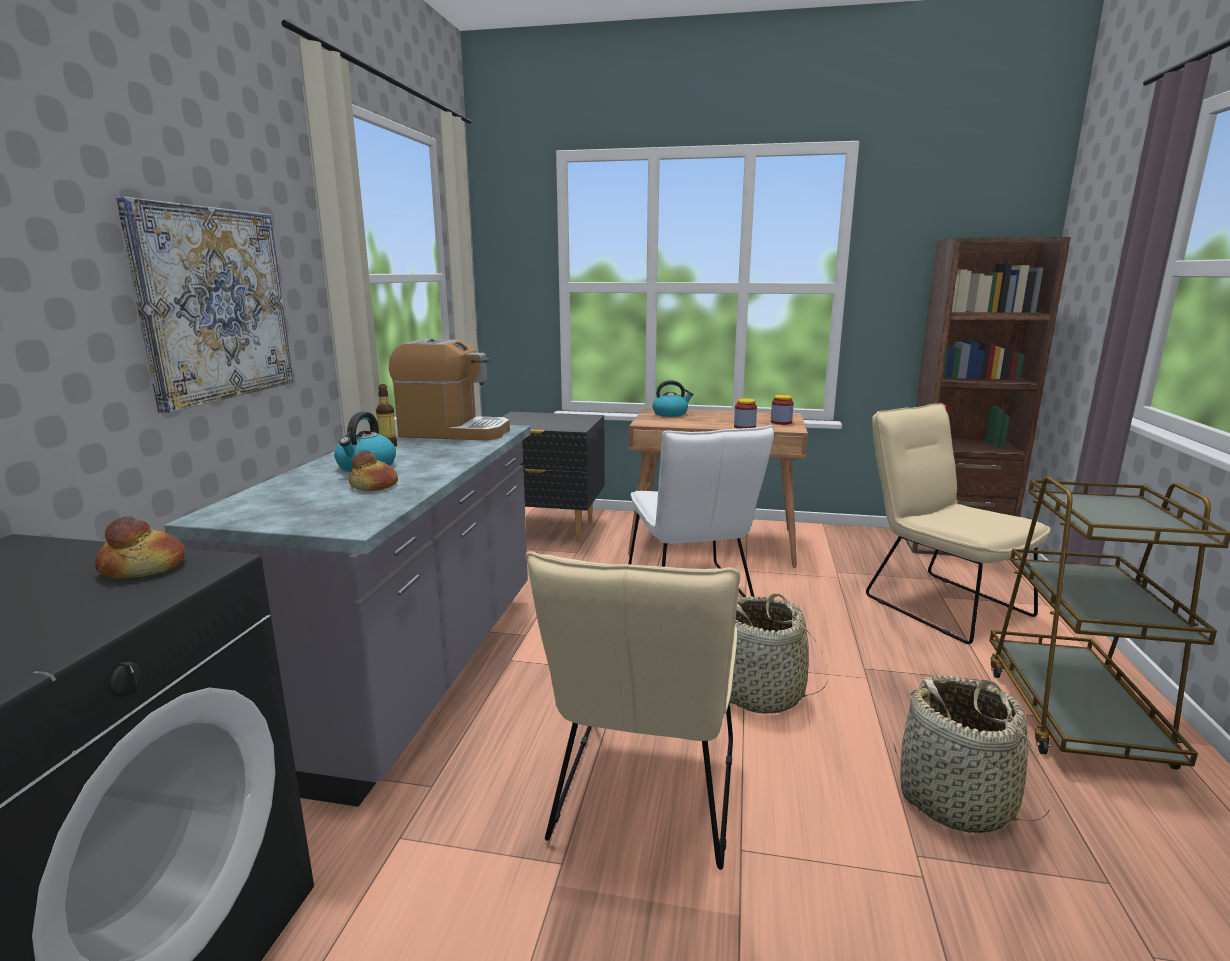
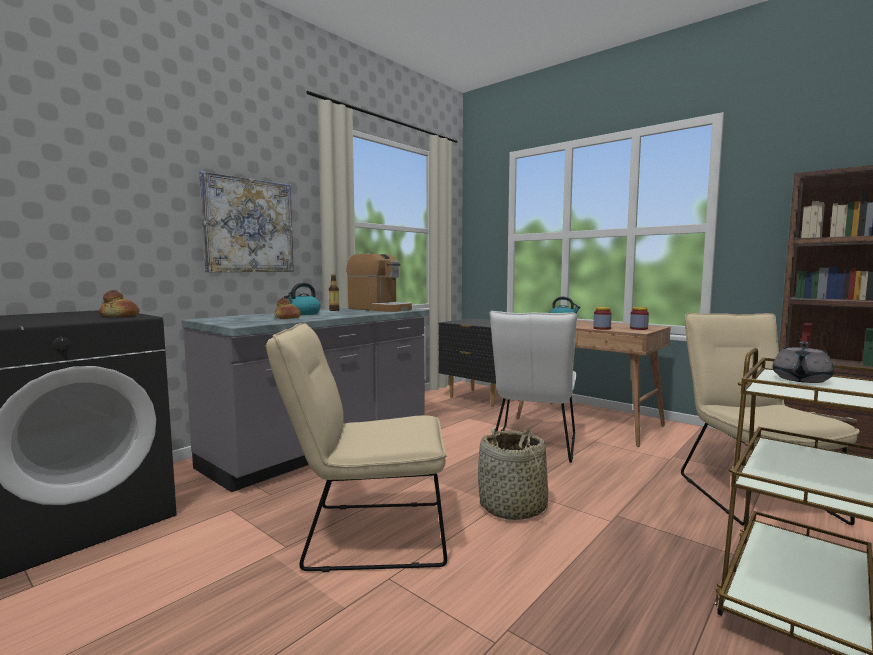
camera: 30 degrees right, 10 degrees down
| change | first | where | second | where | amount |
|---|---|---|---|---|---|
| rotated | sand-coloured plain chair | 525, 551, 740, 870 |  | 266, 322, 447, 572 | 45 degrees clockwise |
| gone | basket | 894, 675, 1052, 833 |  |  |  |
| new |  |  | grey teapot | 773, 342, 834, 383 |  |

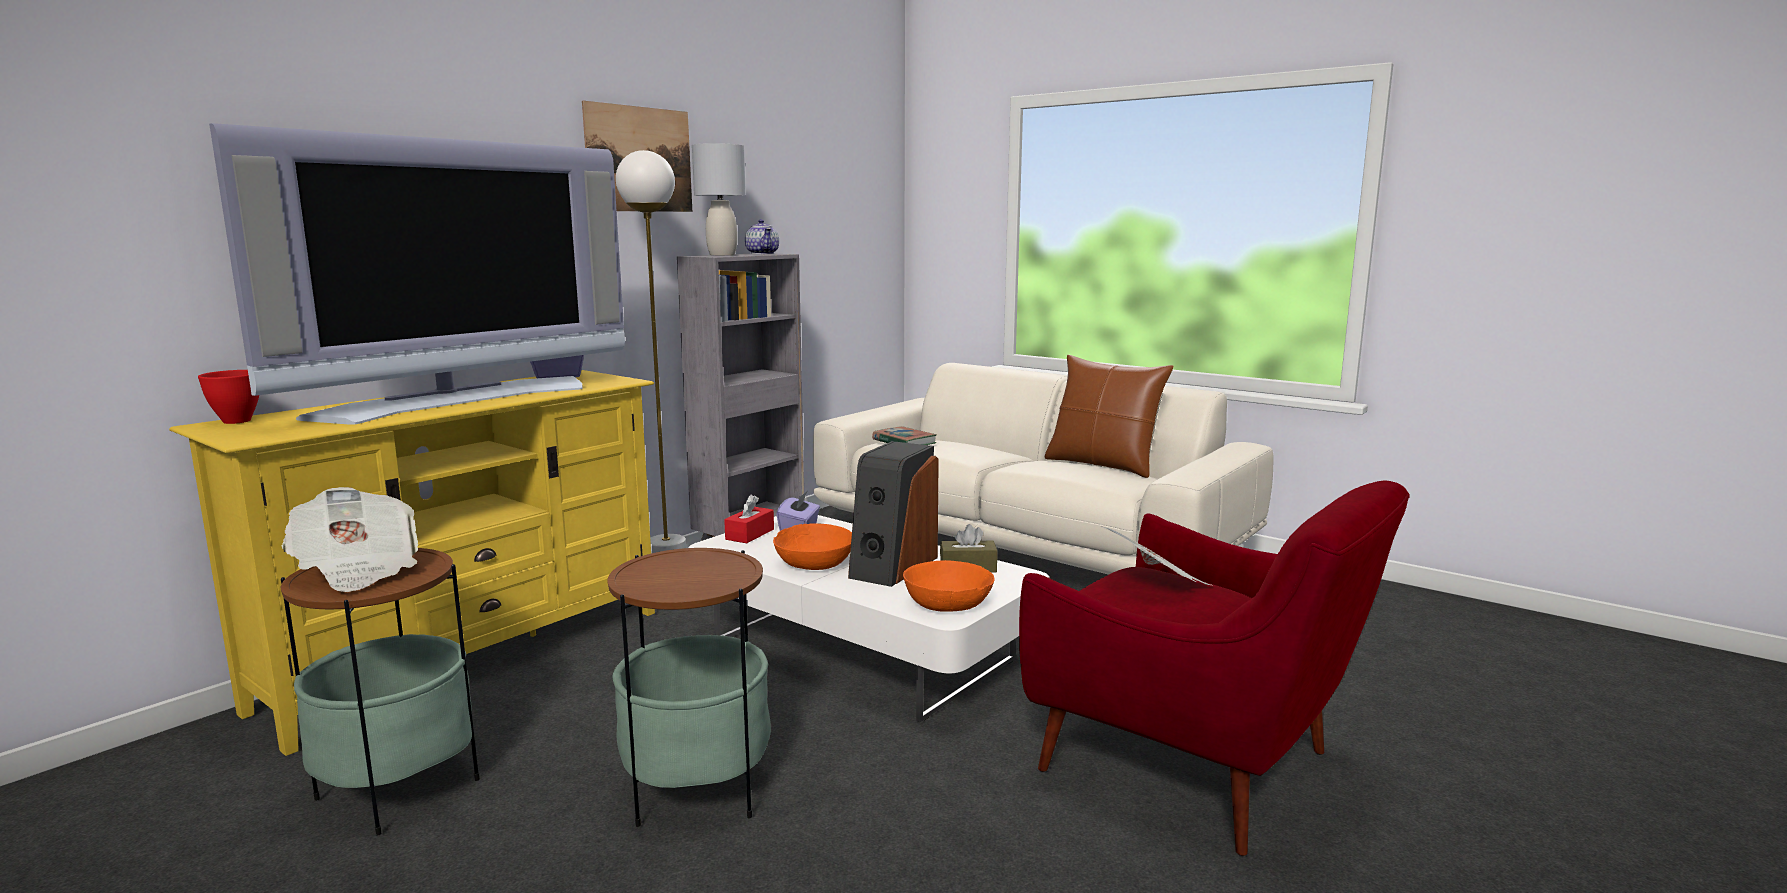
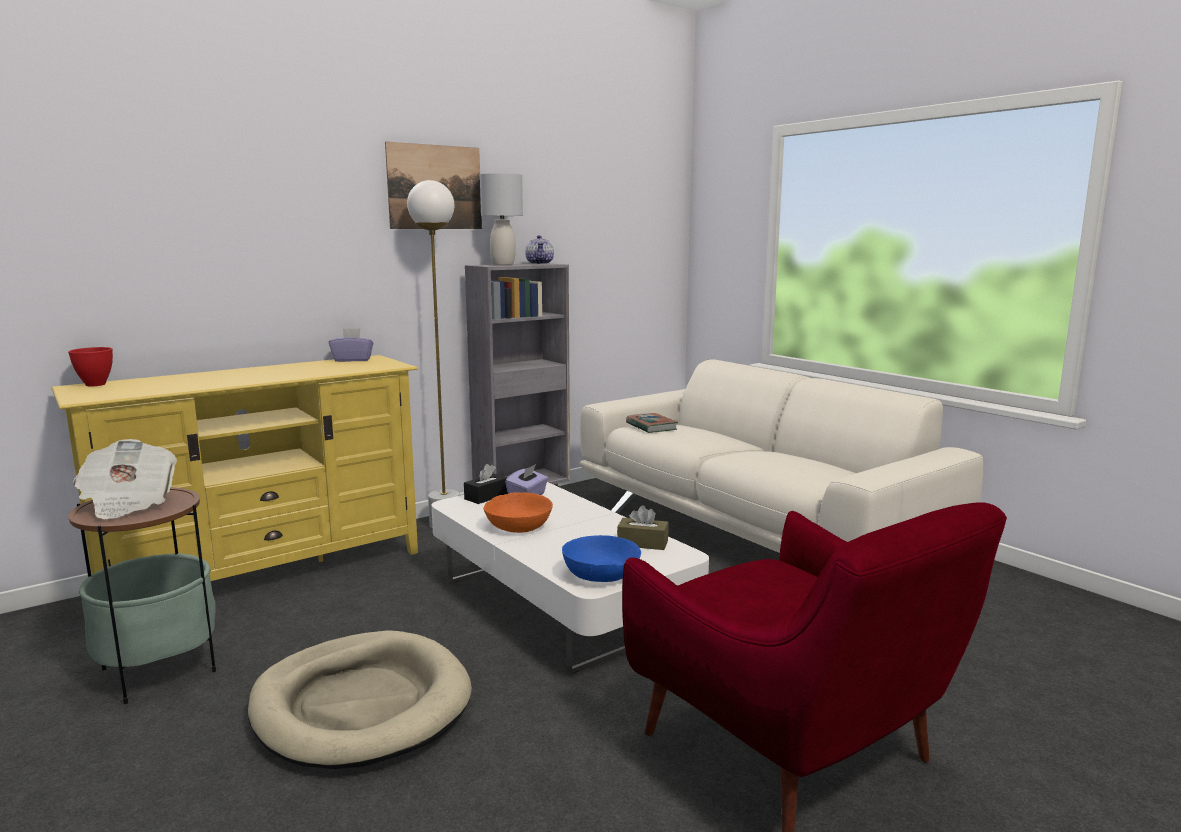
camera: 15 degrees right, 0 degrees up
| change | first | where | second | where | amount |
|---|---|---|---|---|---|
| gone | TV set | 209, 123, 625, 424 |  |  |  |
| gone | brown-coloured cushion | 1045, 355, 1174, 478 |  |  |  |
| gone | audio speaker | 848, 441, 939, 587 |  |  |  |
| repainted | reddish tissue box | 724, 494, 774, 543 | blackish tissue box | 464, 464, 508, 504 |  |
| gone | newspaper | 1102, 527, 1211, 585 |  |  |  |
| swapped | accent table | 607, 548, 771, 827 | sand-coloured dog bed | 248, 630, 472, 769 |  |
| repainted | orange-coloured bowl | 903, 560, 995, 612 | blue-coloured bowl | 562, 535, 641, 582 |  |

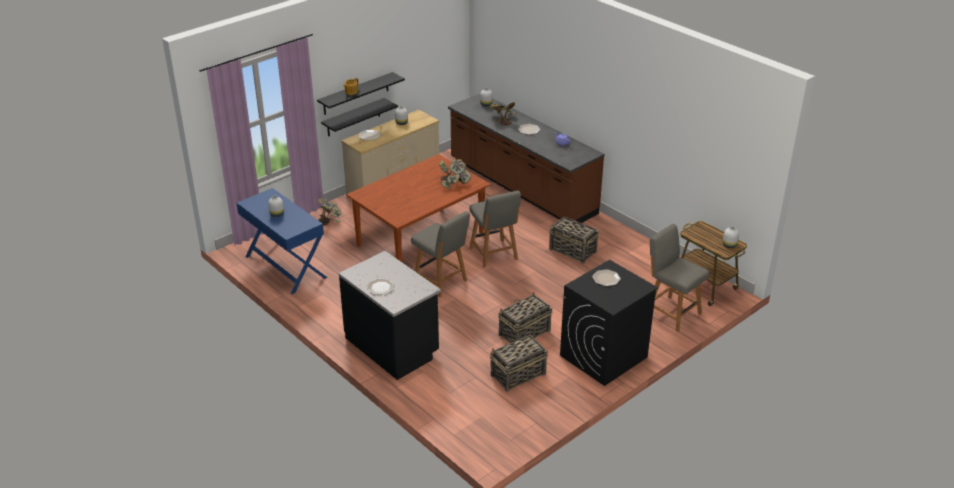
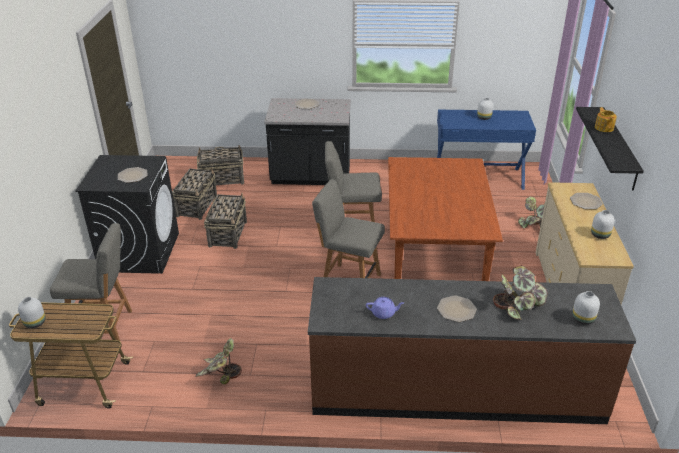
camera: 135 degrees right, 0 degrees up
| change | first | where | second | where | amount |
|---|---|---|---|---|---|
| gone | blackish shelf | 321, 98, 398, 136 |  |  |  |
| shifted | houseplant | 439, 159, 471, 189 |  | 195, 338, 242, 384 |  |
| shifted | basket | 549, 217, 599, 264 |  | 197, 145, 244, 185 |  |

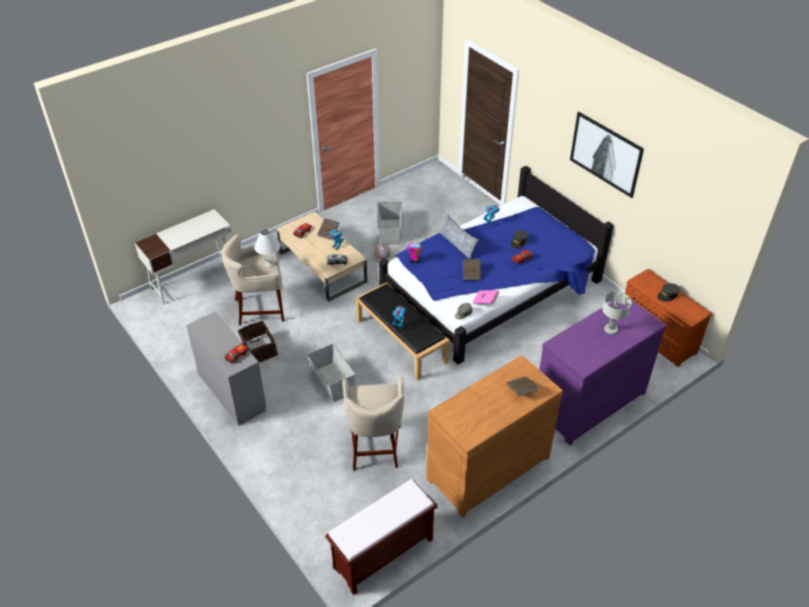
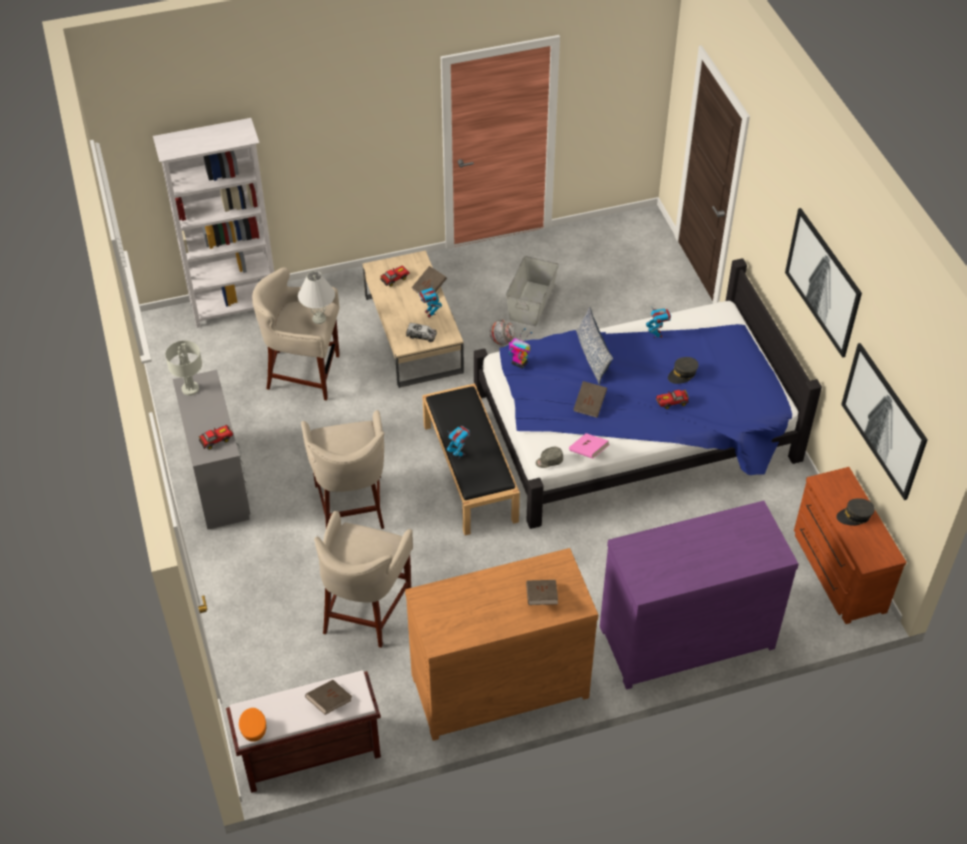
camera: 20 degrees right, 5 degrees up
| change | first | where | second | where | amount |
|---|---|---|---|---|---|
| swapped | white-coloured desk | 134, 209, 231, 305 | white-coloured bookcase | 153, 118, 274, 328 |  |
| shifted | grey table lamp | 602, 291, 632, 334 |  | 165, 340, 202, 396 |  |
| gone | basket | 238, 321, 278, 363 |  |  |  |
| swapped | grey storage bin | 308, 344, 356, 402 | sand-coloured stool seat | 301, 410, 385, 529 |  |
| new |  |  | wall picture | 841, 343, 928, 500 |  |
| new |  |  | brown-coloured book | 305, 680, 352, 715 |  |
| new |  |  | orange-coloured baseball cap | 239, 708, 267, 742 |  |

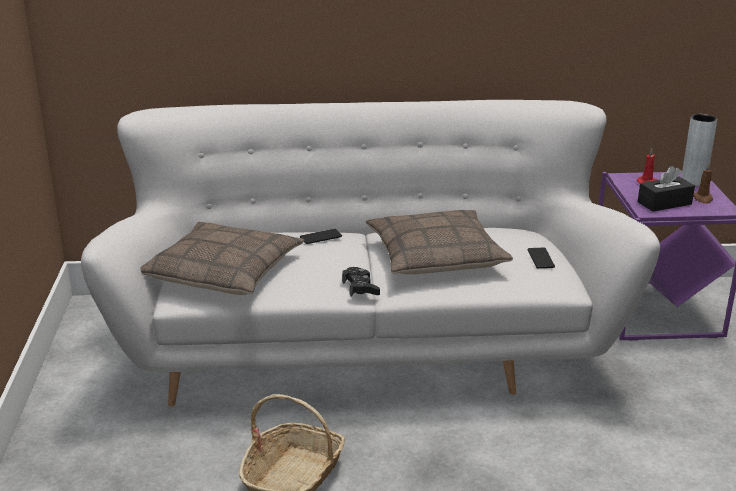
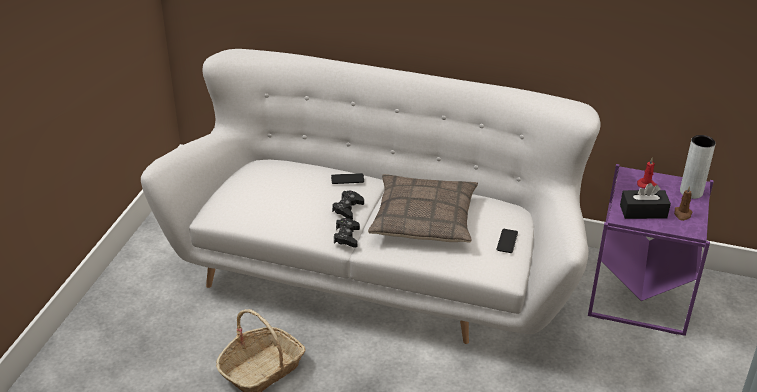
camera: 20 degrees right, 10 degrees up
| change | first | where | second | where | amount |
|---|---|---|---|---|---|
| gone | cushion | 141, 222, 304, 295 |  |  |  |
| new |  |  | blackish joypad | 332, 191, 364, 219 |  |

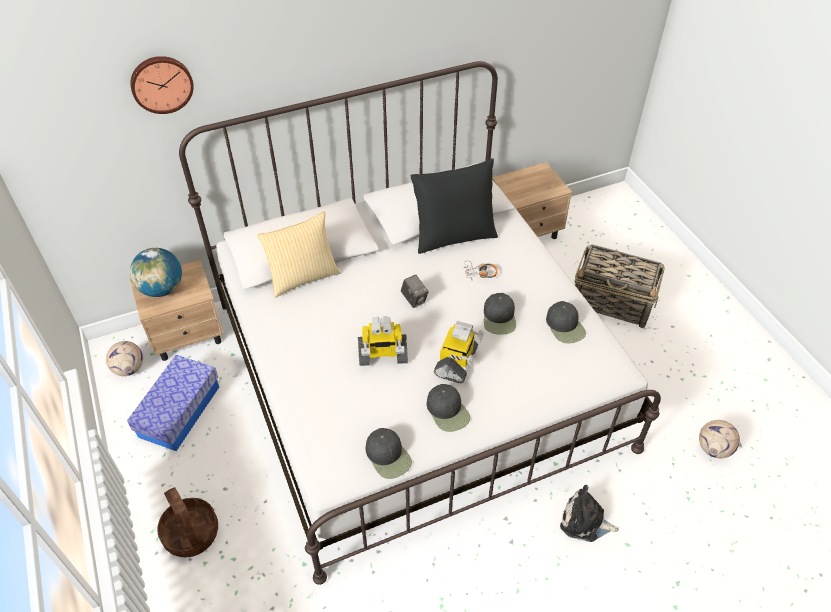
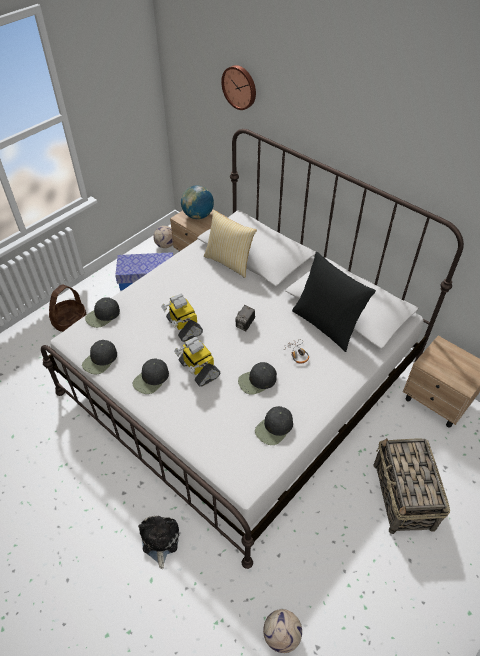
camera: 65 degrees right, 0 degrees up
| change | first | where | second | where | amount |
|---|---|---|---|---|---|
| rotated | robot figure | 434, 321, 484, 384 |  | 174, 336, 220, 387 | 60 degrees clockwise |
| new |  |  | blackish baseball cap | 85, 297, 120, 328 |  |

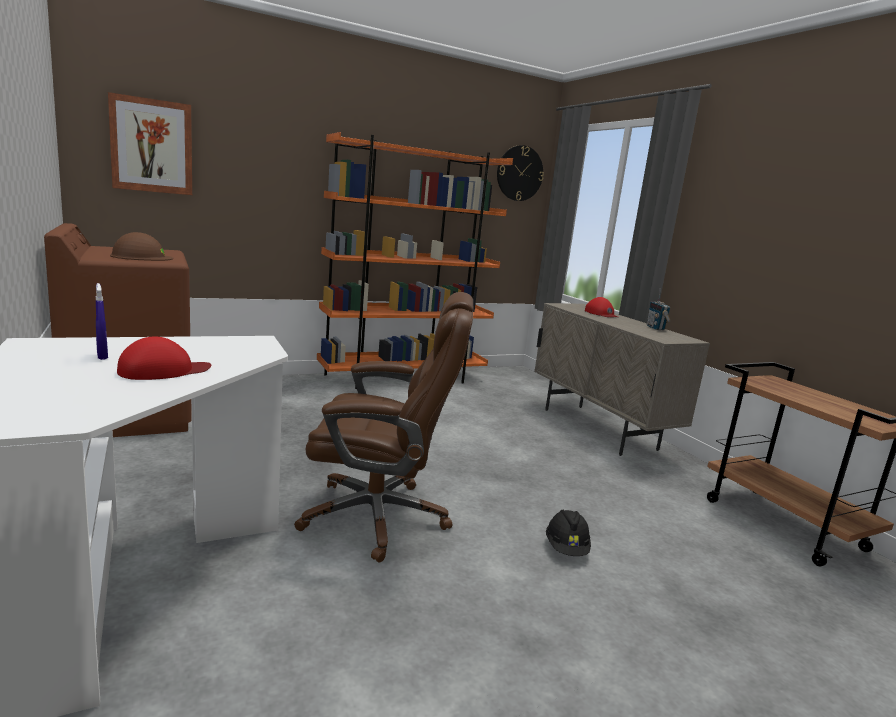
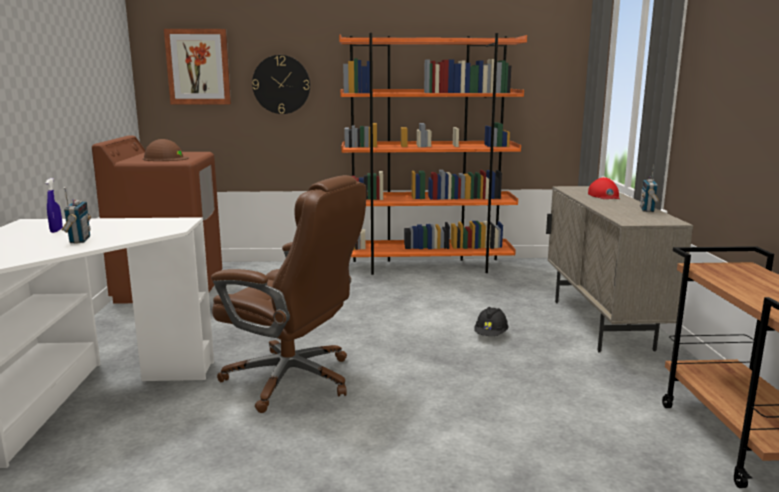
camera: 25 degrees right, 0 degrees up
| change | first | where | second | where | amount |
|---|---|---|---|---|---|
| shifted | hanging clock | 497, 145, 544, 201 |  | 252, 55, 310, 114 |  |
| swapped | reddish baseball cap | 117, 337, 211, 380 | radio | 62, 187, 91, 244 |  |
| shifted | blackish safety helmet | 546, 510, 591, 556 |  | 474, 307, 509, 336 |  |

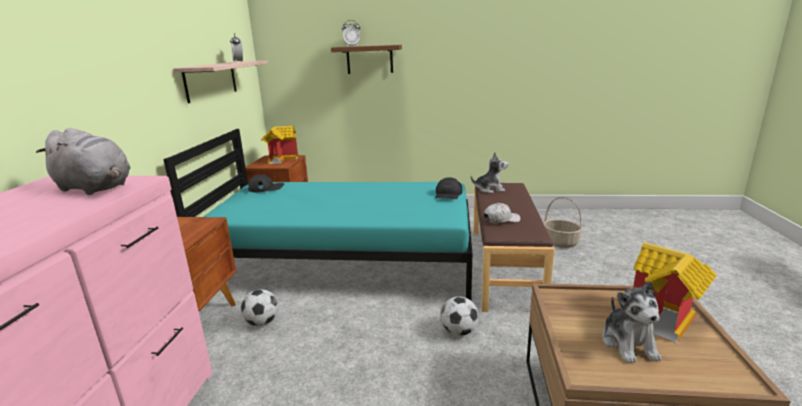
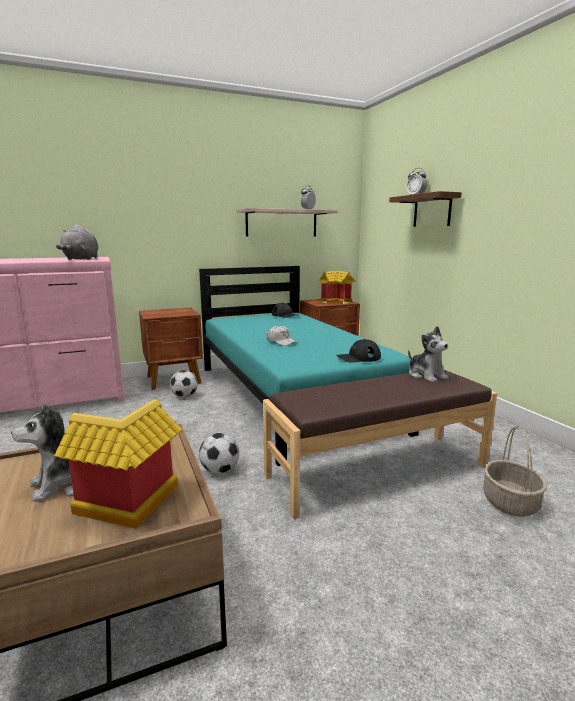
camera: 60 degrees right, 5 degrees down
| change | first | where | second | where | amount |
|---|---|---|---|---|---|
| shifted | white-coloured baseball cap | 484, 203, 521, 223 |  | 267, 325, 298, 346 |  |

